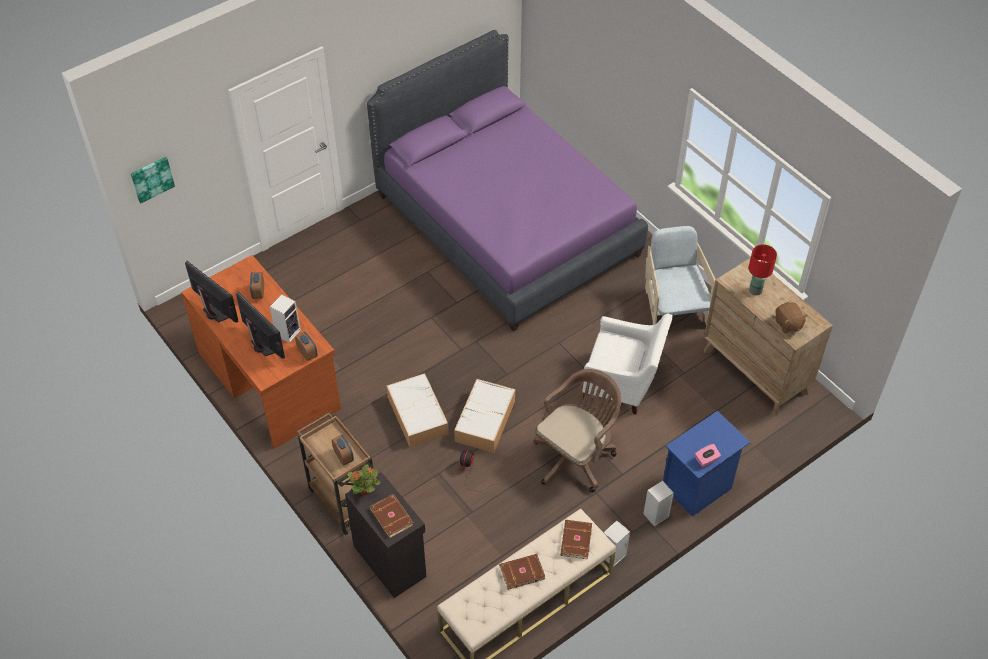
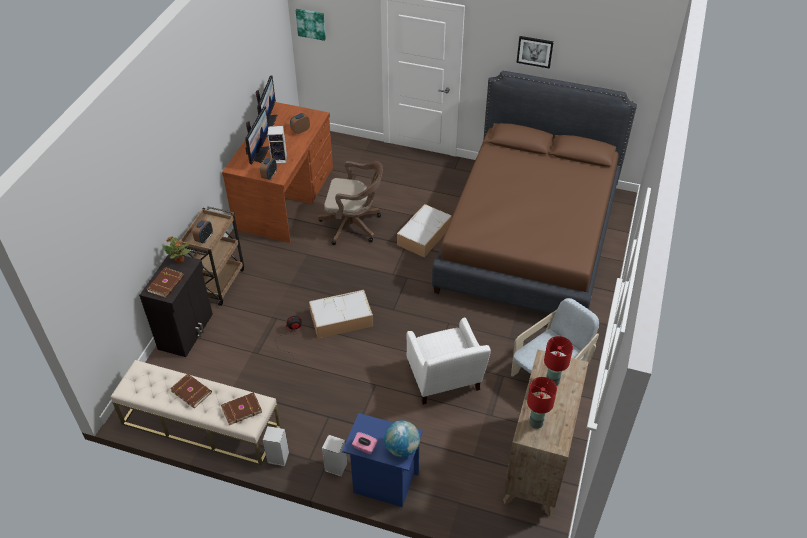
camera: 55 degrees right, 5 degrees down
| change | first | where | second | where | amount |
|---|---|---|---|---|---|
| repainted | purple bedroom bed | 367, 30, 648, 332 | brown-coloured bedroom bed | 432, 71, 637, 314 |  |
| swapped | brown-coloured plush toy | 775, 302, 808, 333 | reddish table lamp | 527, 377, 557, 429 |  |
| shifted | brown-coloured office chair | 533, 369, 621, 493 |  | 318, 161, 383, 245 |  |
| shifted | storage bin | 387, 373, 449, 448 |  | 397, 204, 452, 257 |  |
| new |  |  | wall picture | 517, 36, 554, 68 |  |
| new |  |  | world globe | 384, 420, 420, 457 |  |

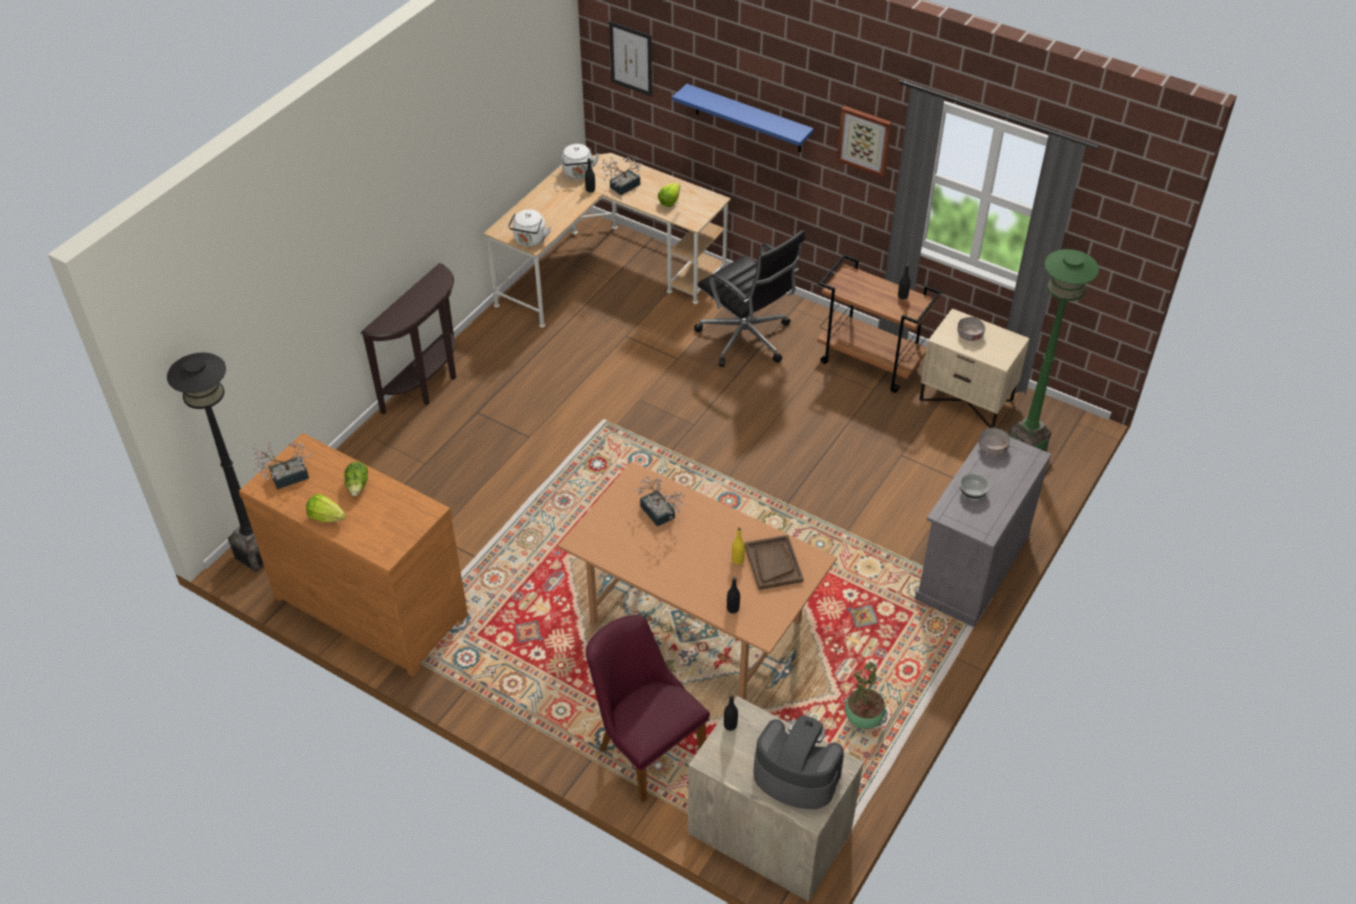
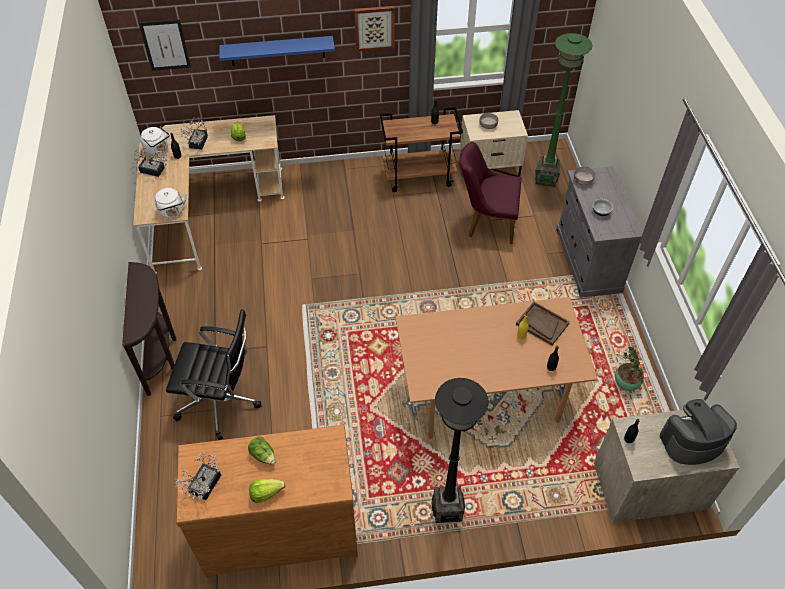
camera: 40 degrees left, 5 degrees up
| change | first | where | second | where | amount |
|---|---|---|---|---|---|
| shifted | blackish office chair | 694, 230, 805, 367 |  | 166, 309, 261, 440 |  |
| shifted | blackish standard lamp | 167, 353, 264, 572 |  | 431, 378, 489, 523 |  |
| shifted | houseplant | 634, 476, 685, 527 |  | 132, 147, 168, 177 |  |
| shifted | purple plain chair | 586, 615, 710, 802 |  | 460, 142, 522, 244 |  |

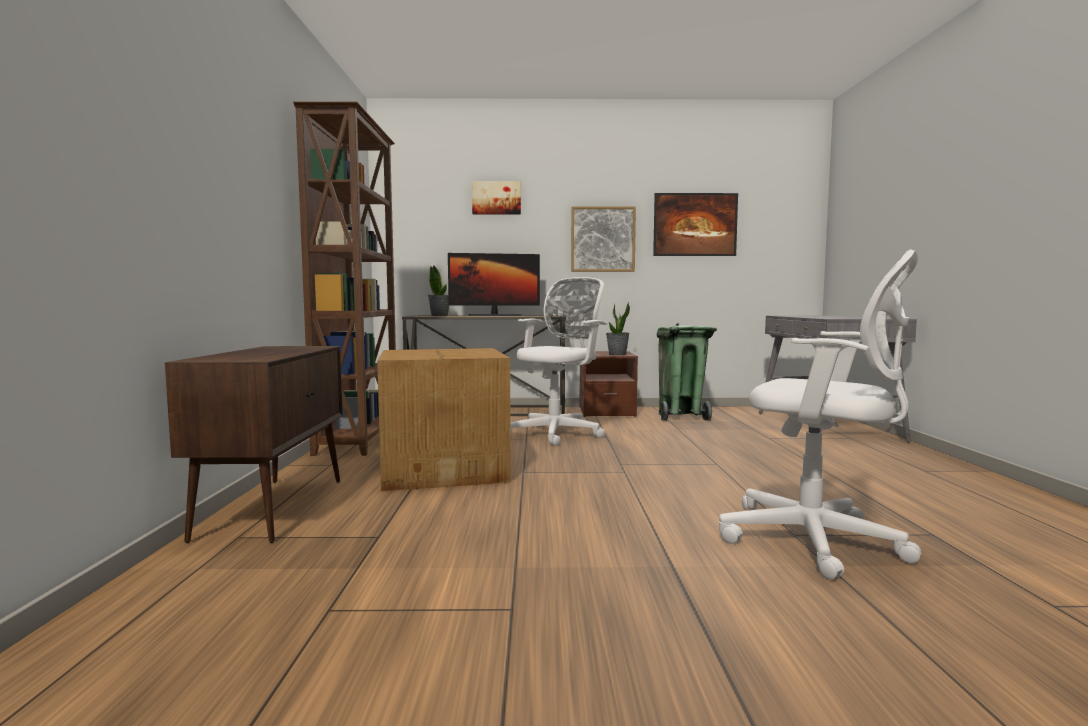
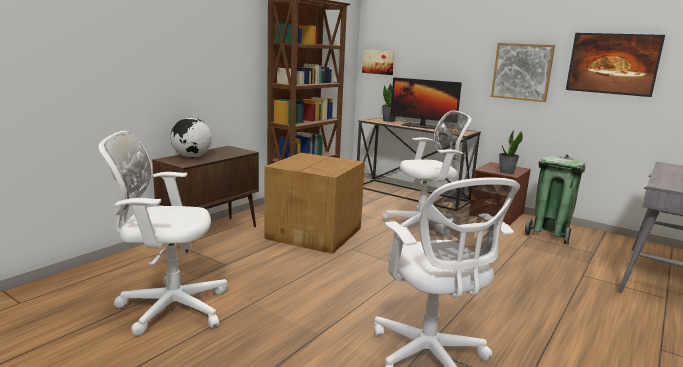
camera: 35 degrees right, 10 degrees up
| change | first | where | second | where | amount |
|---|---|---|---|---|---|
| shifted | wall picture | 472, 181, 521, 215 |  | 362, 50, 394, 75 |  |
| new |  |  | world globe | 170, 118, 212, 158 |  |
| new |  |  | white-coloured office chair | 99, 131, 227, 336 |  |

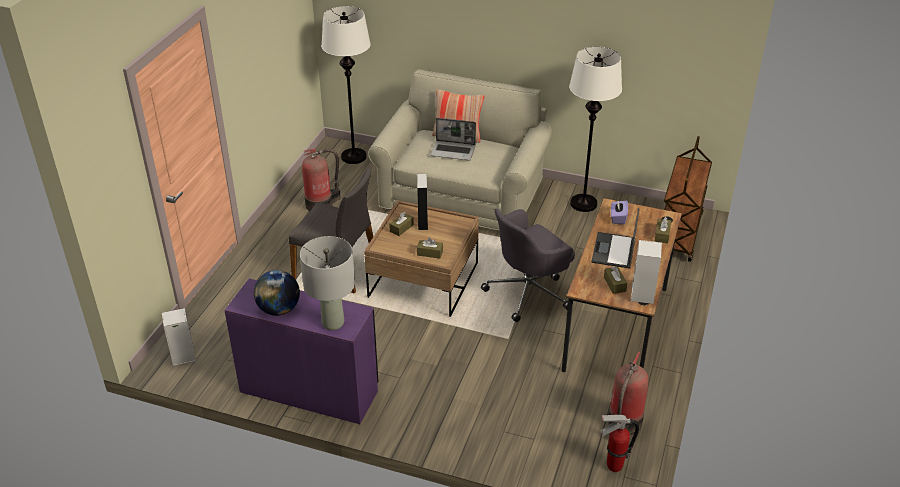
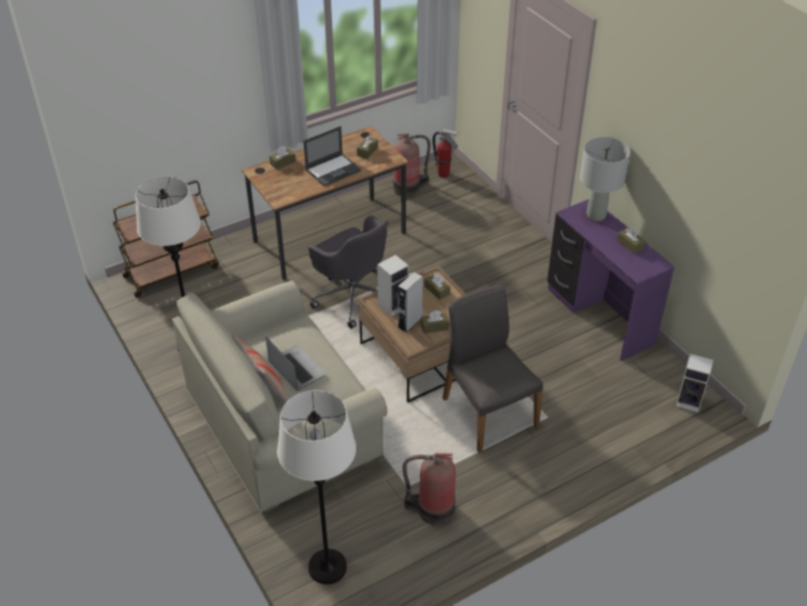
camera: 140 degrees left, 5 degrees up
| change | first | where | second | where | amount |
|---|---|---|---|---|---|
| gone | purple tissue box | 611, 200, 628, 224 |  |  |  |
| rotated | grey office chair | 481, 209, 575, 322 |  | 308, 215, 389, 329 | 45 degrees clockwise |
| shifted | audio speaker | 631, 240, 662, 304 |  | 377, 255, 409, 317 |  |
| swapped | world globe | 254, 270, 300, 316 | brown-coloured tissue box | 617, 228, 645, 254 |  |

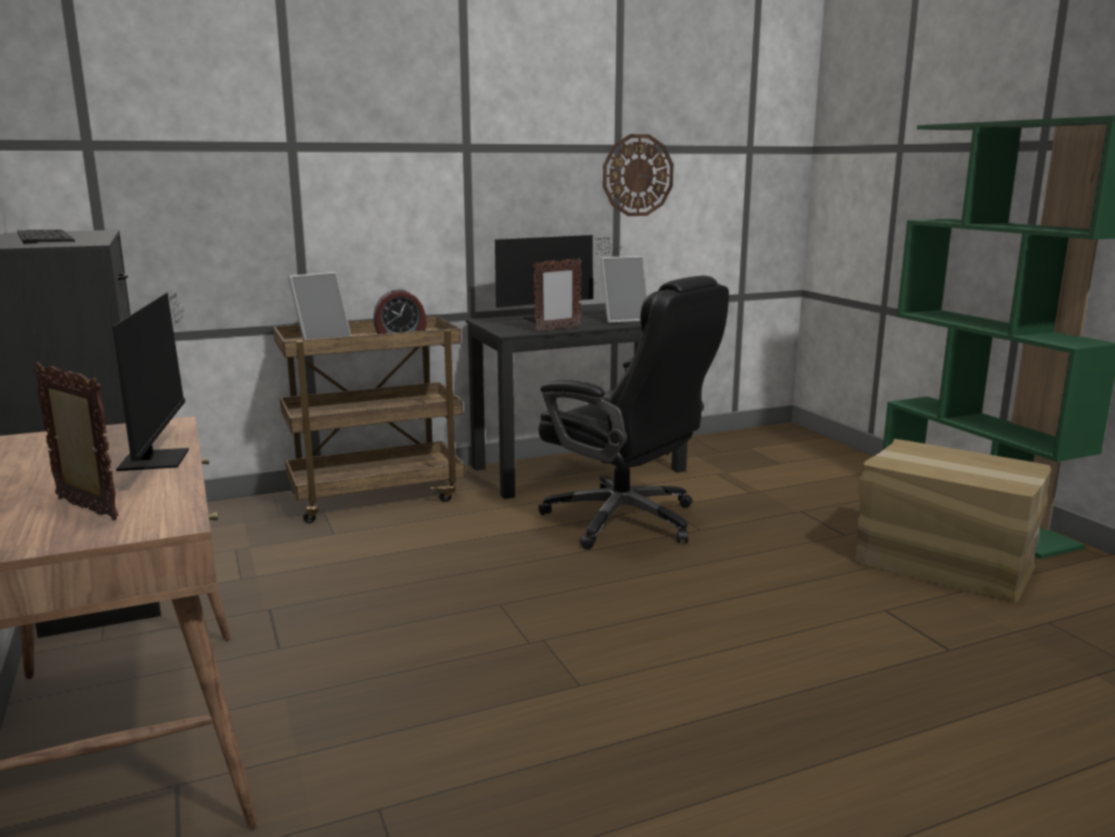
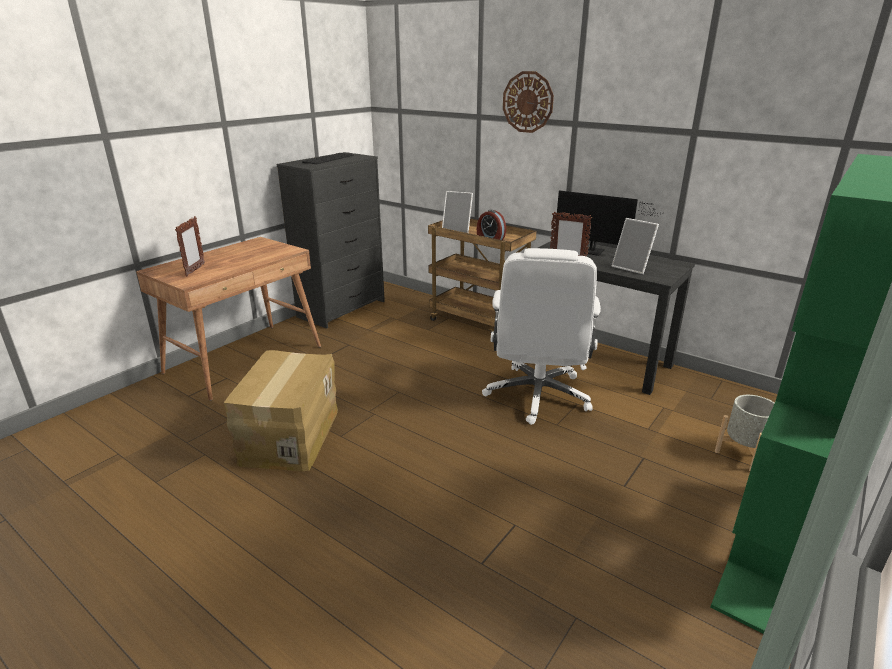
camera: 60 degrees right, 10 degrees up
| change | first | where | second | where | amount |
|---|---|---|---|---|---|
| shifted | hanging clock | 603, 134, 674, 216 |  | 503, 71, 554, 133 |  |
| repainted | blackish office chair | 538, 276, 729, 550 | white-coloured office chair | 482, 248, 601, 425 |  |
| gone | computer display | 112, 293, 189, 471 |  |  |  |
| shifted | carton | 853, 439, 1051, 603 |  | 224, 350, 338, 471 |  |
| new |  |  | grey flower pot | 715, 395, 775, 471 |  |

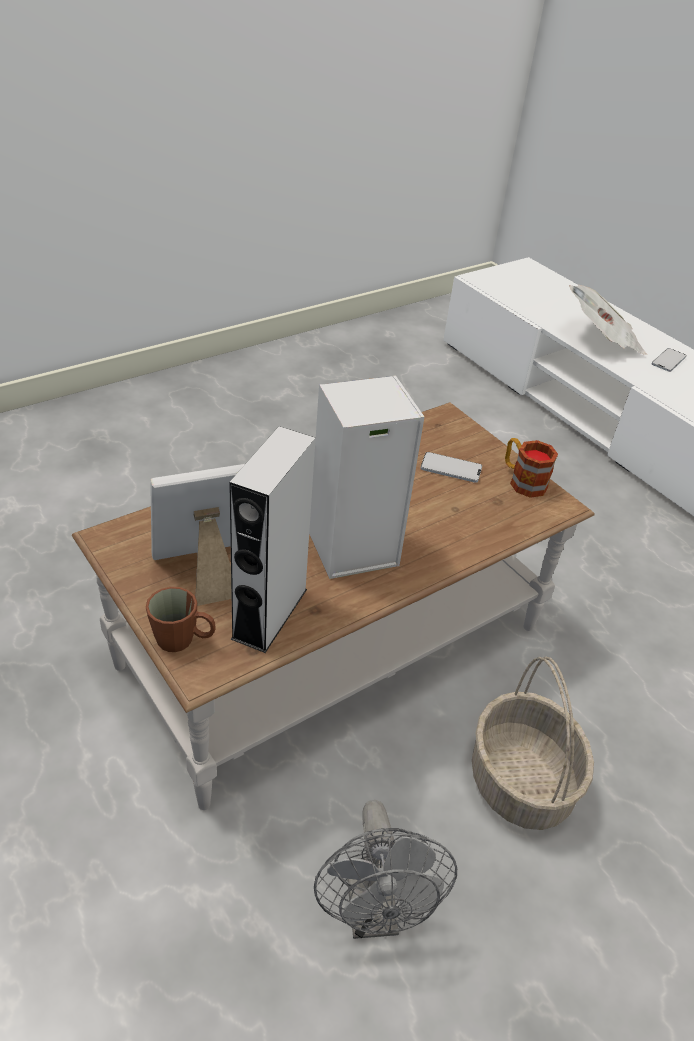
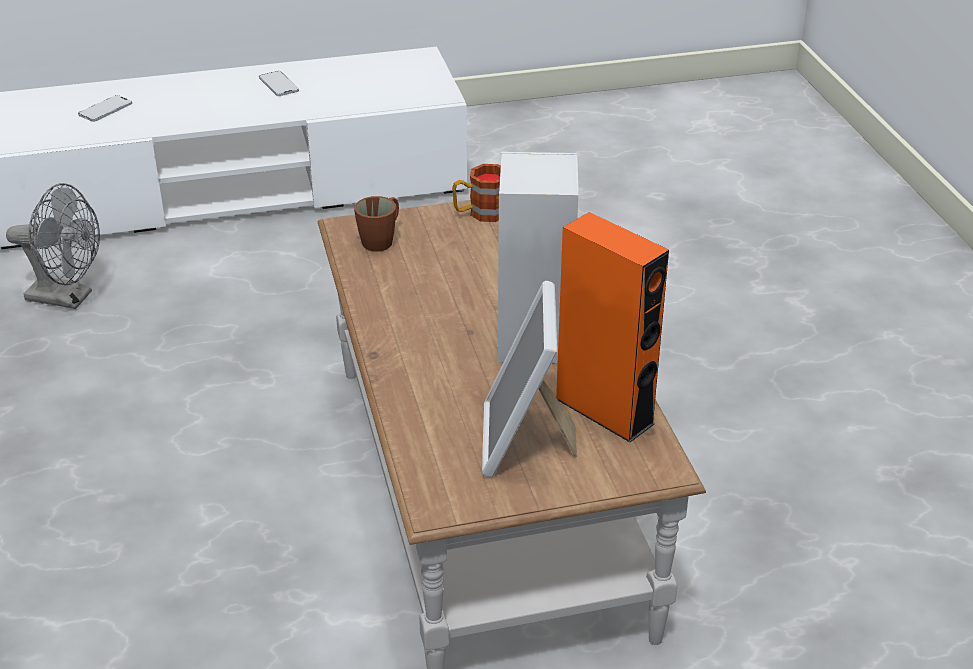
camera: 65 degrees left, 5 degrees down
| change | first | where | second | where | amount |
|---|---|---|---|---|---|
| gone | newspaper | 569, 285, 647, 355 |  |  |  |
| repainted | grey audio speaker | 229, 426, 316, 653 | orange-coloured audio speaker | 556, 212, 669, 442 |  |
| shifted | phone | 420, 452, 482, 483 |  | 78, 95, 132, 122 |  |
| shifted | brown-coloured mug | 146, 587, 215, 652 |  | 354, 196, 399, 252 |  |
| gone | basket | 472, 657, 594, 830 |  |  |  |
| shifted | grey electric fan | 314, 800, 457, 939 |  | 6, 183, 100, 309 |  |

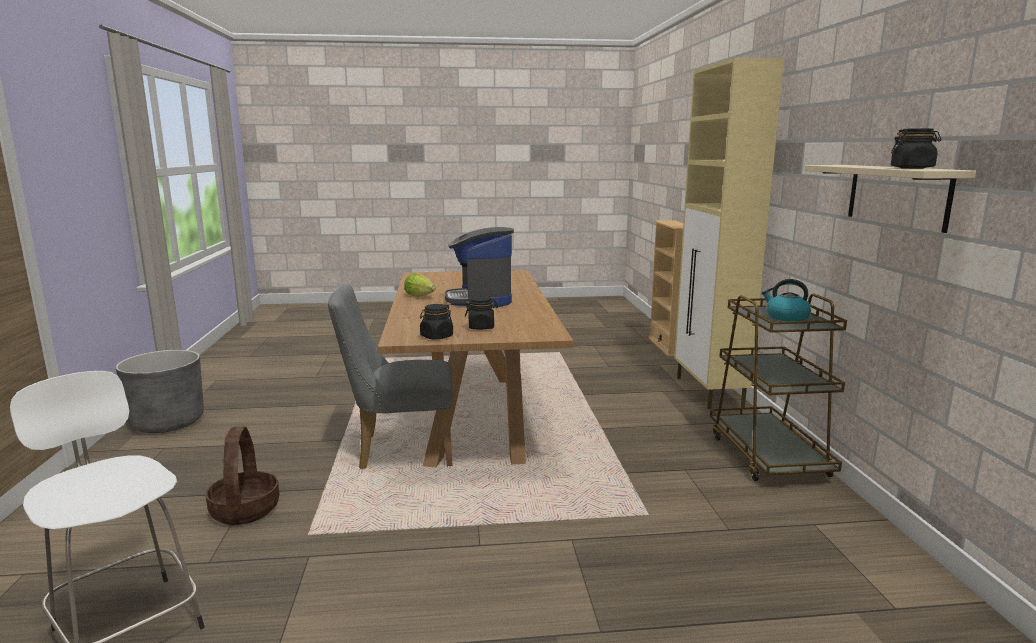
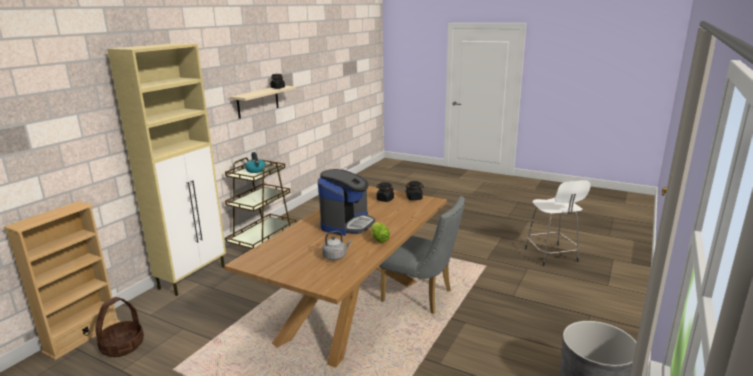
camera: 145 degrees left, 5 degrees up
| change | first | where | second | where | amount |
|---|---|---|---|---|---|
| shifted | basket | 206, 427, 279, 525 |  | 96, 297, 144, 357 |  |
| new |  |  | grey kettle | 322, 231, 352, 260 |  |

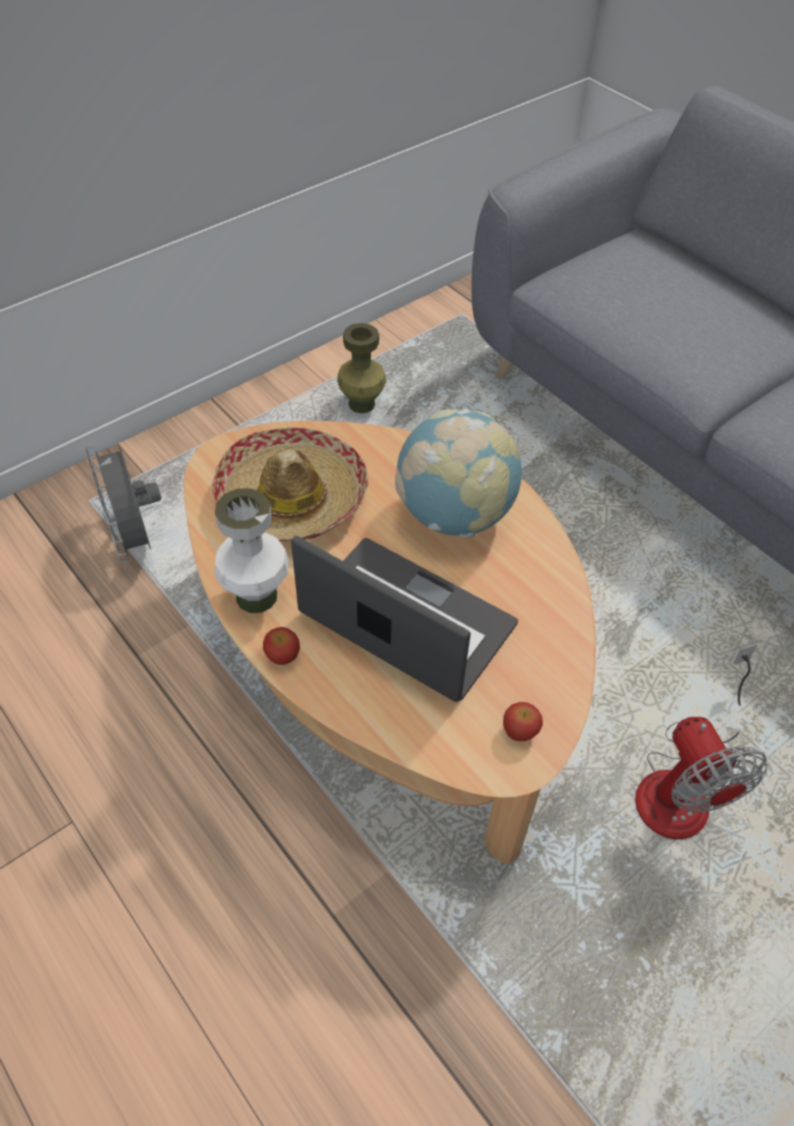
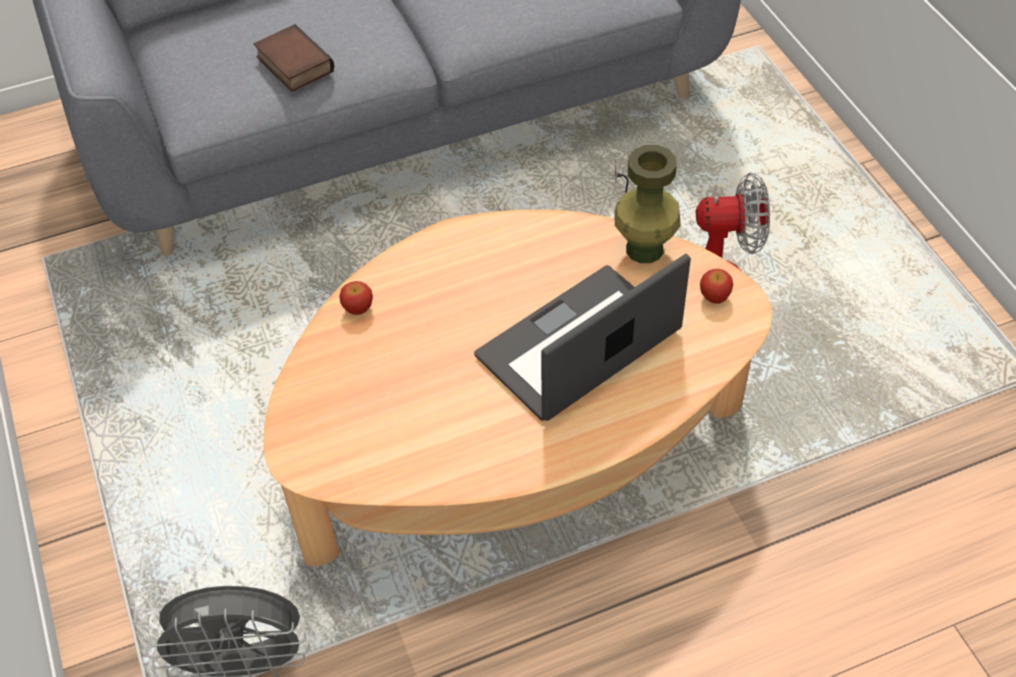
camera: 70 degrees left, 0 degrees up
| change | first | where | second | where | amount |
|---|---|---|---|---|---|
| shifted | greenish flower vase | 337, 323, 386, 413 |  | 614, 145, 681, 263 |  |
| gone | world globe | 395, 409, 522, 538 |  |  |  |
| gone | clothing hat | 212, 427, 369, 541 |  |  |  |
| gone | white-coloured flower vase | 215, 488, 289, 613 |  |  |  |
| shifted | whole apple | 263, 627, 300, 665 |  | 339, 281, 373, 315 |  |
| new |  |  | book | 254, 24, 334, 92 |  |

